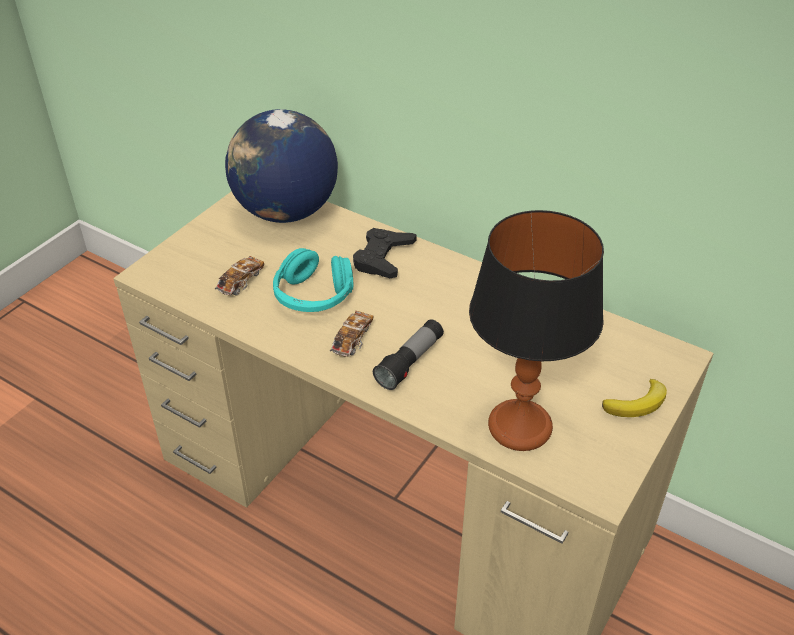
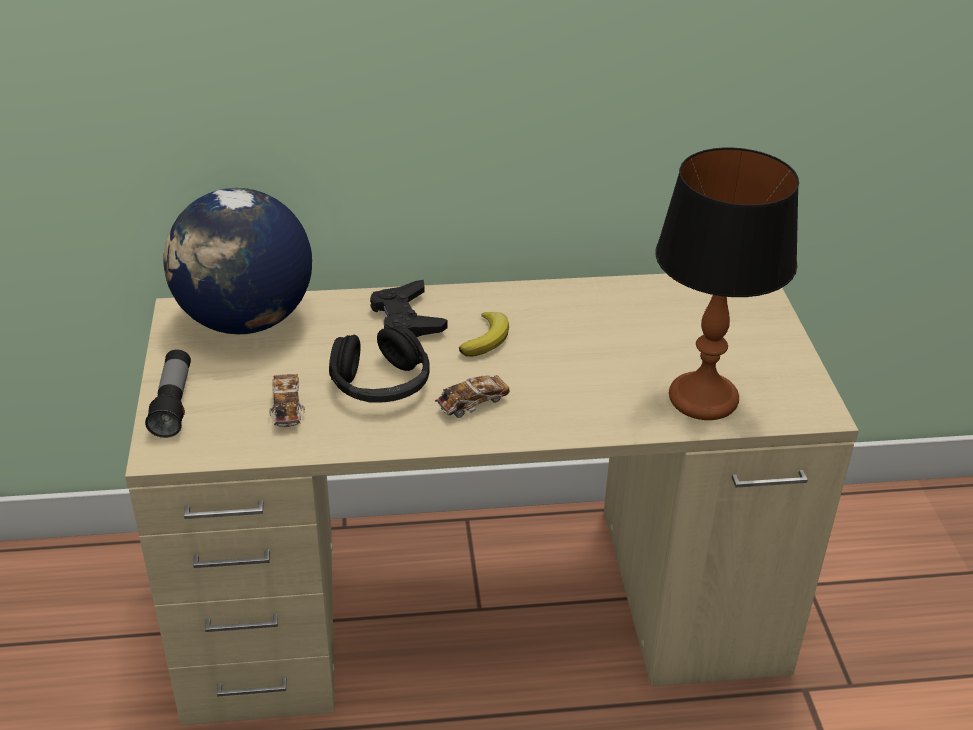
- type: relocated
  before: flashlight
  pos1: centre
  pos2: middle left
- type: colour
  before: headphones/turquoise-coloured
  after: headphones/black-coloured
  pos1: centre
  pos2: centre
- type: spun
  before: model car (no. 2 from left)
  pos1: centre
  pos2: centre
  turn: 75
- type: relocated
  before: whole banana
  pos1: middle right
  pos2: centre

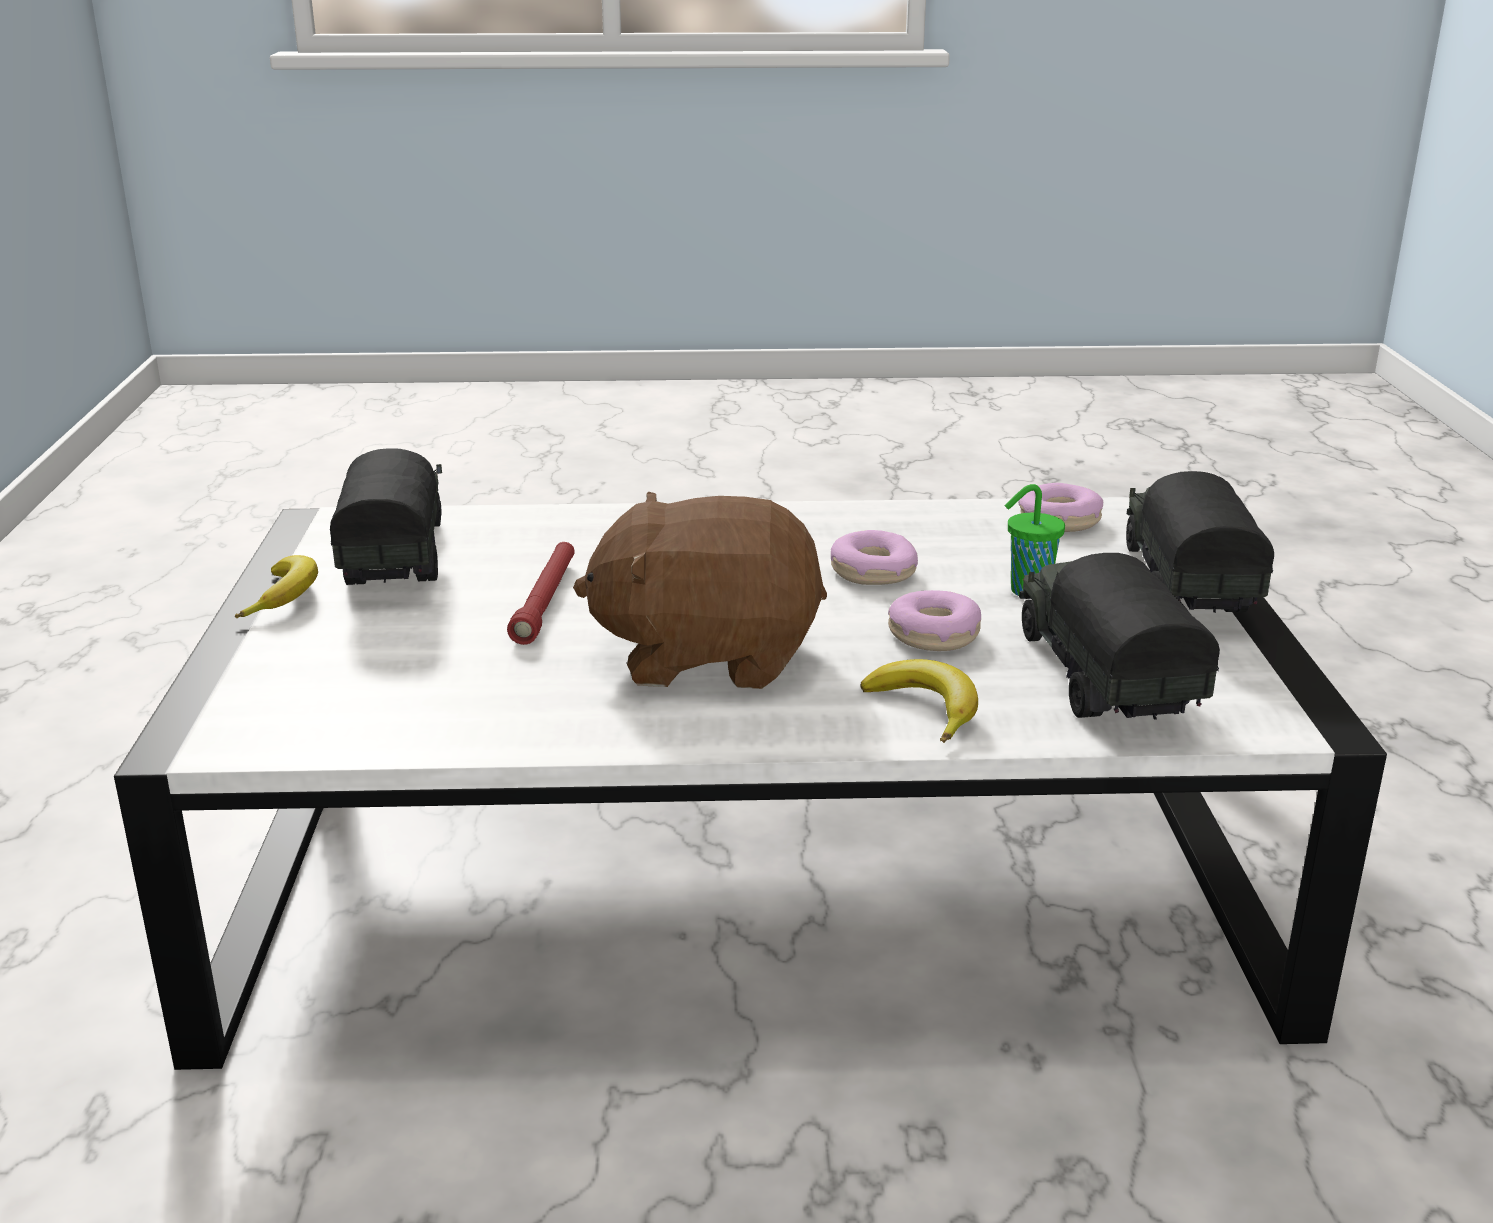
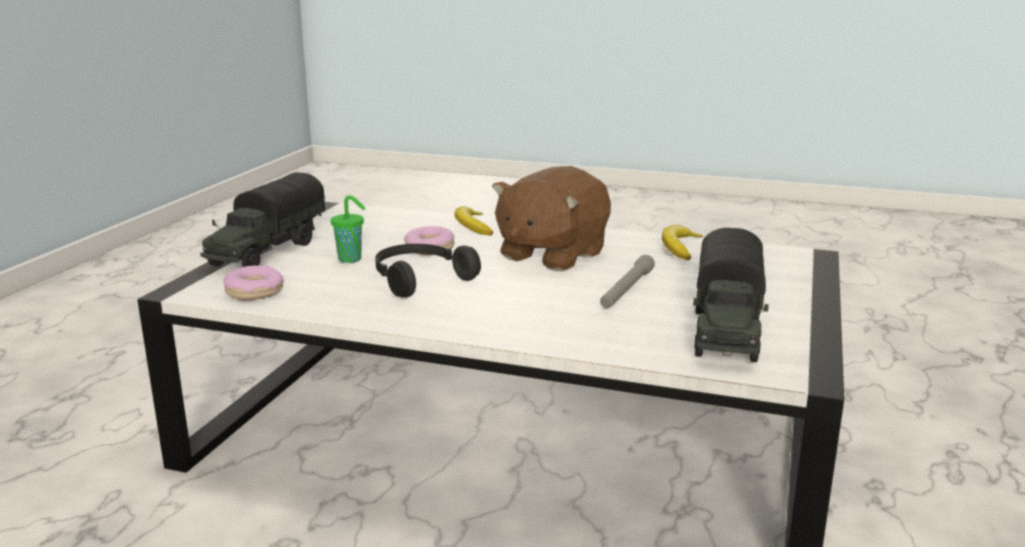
- type: exchanged
  before: doughnut (no. 1 from left)
  after: headphones/black-coloured
  pos1: centre
  pos2: centre
- type: spun
  before: plush toy/brown
  pos1: centre
  pos2: centre
  turn: 105
- type: colour
  before: flashlight/red-coloured
  after: flashlight/greyish
  pos1: centre
  pos2: centre
- type: relocated
  before: whole banana (no. 1 from left in the first image)
  after: whole banana (no. 2 from left)
  pos1: middle left
  pos2: centre
- type: missing
  before: toy lorry (no. 2 from left)
  pos1: middle right

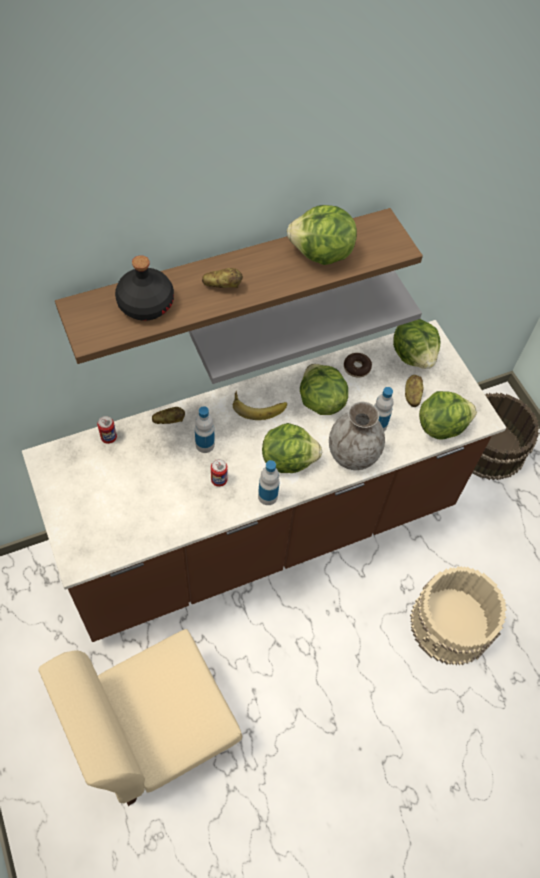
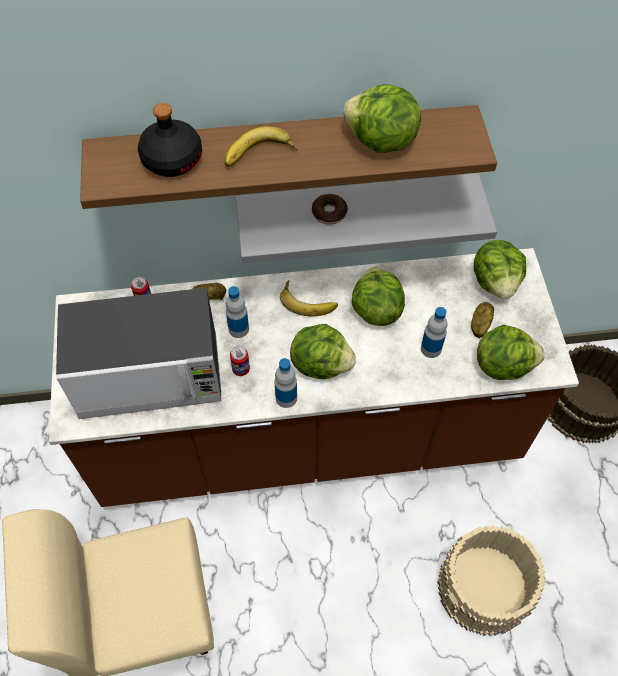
- type: appeared
  after: kitchen microwave
  pos2: middle left
- type: exchanged
  before: whole potato (no. 2 from left)
  after: whole banana (no. 1 from left)
  pos1: top centre
  pos2: top centre
- type: relocated
  before: doughnut
  pos1: centre
  pos2: top centre
- type: missing
  before: decorative vase/greyish
  pos1: centre

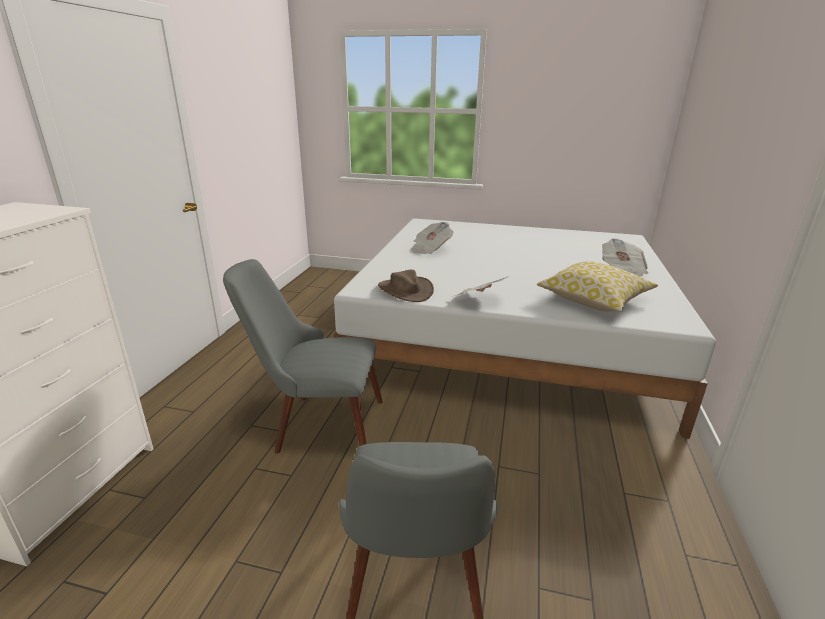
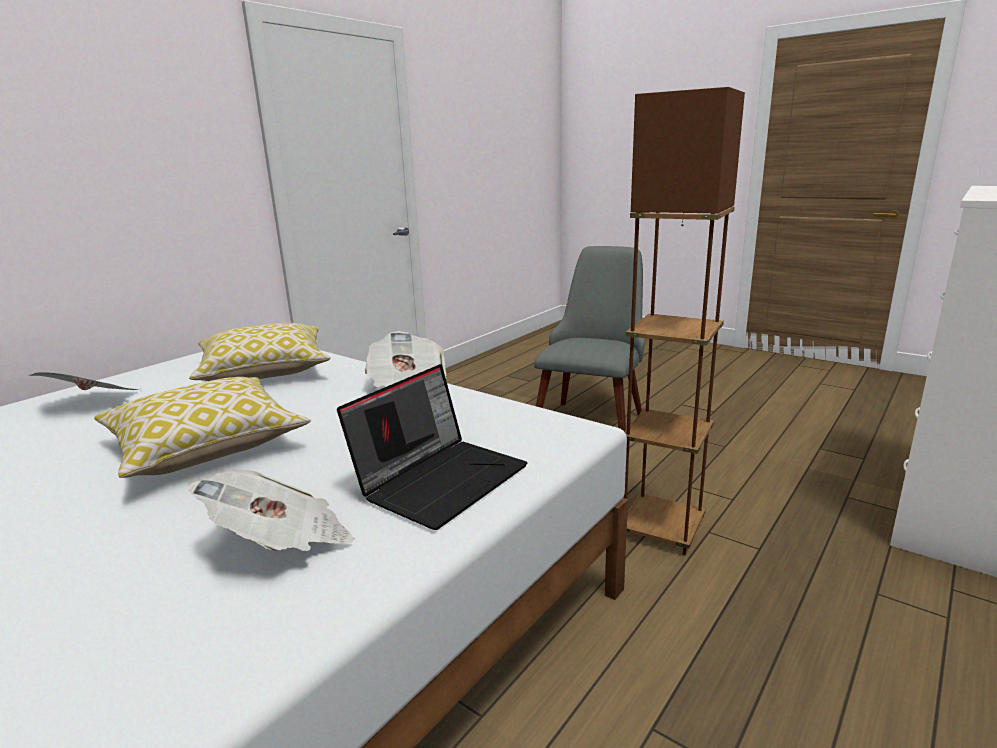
- type: appeared
  after: throw pillow (no. 1 from left)
  pos2: middle left
- type: appeared
  after: notebook computer
  pos2: centre
- type: exchanged
  before: plain chair/greyish (no. 1 from left)
  after: standing lamp/brown
  pos1: centre
  pos2: middle right
- type: missing
  before: clothing hat/brown
  pos1: centre

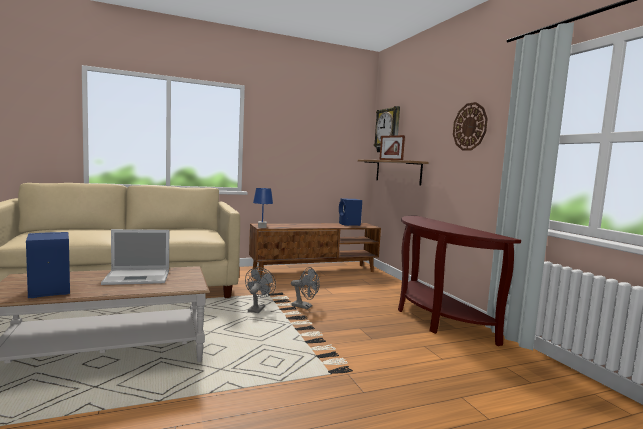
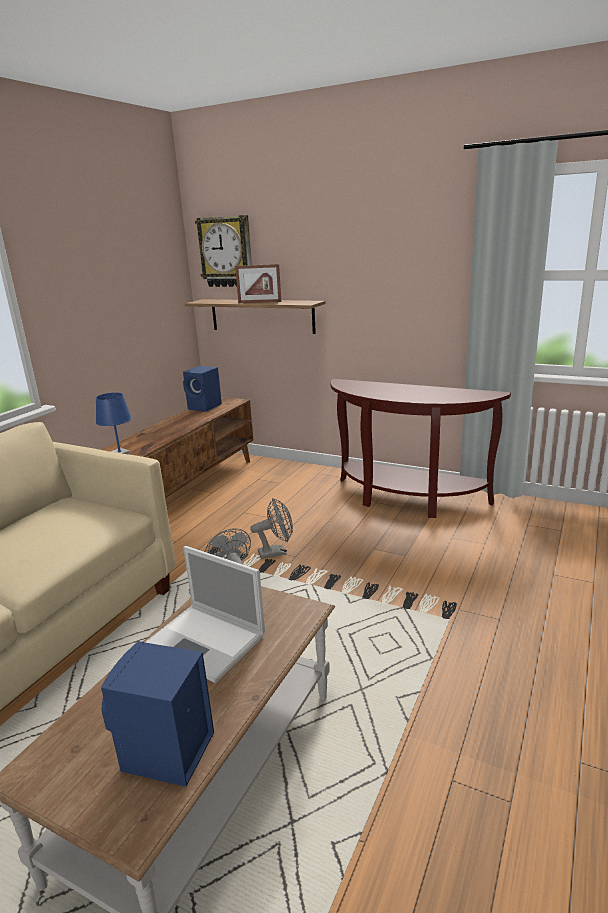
- type: spun
  before: notebook computer
  pos1: middle left
  pos2: bottom centre
  turn: 90
- type: missing
  before: wall clock (no. 2 from left)
  pos1: top right

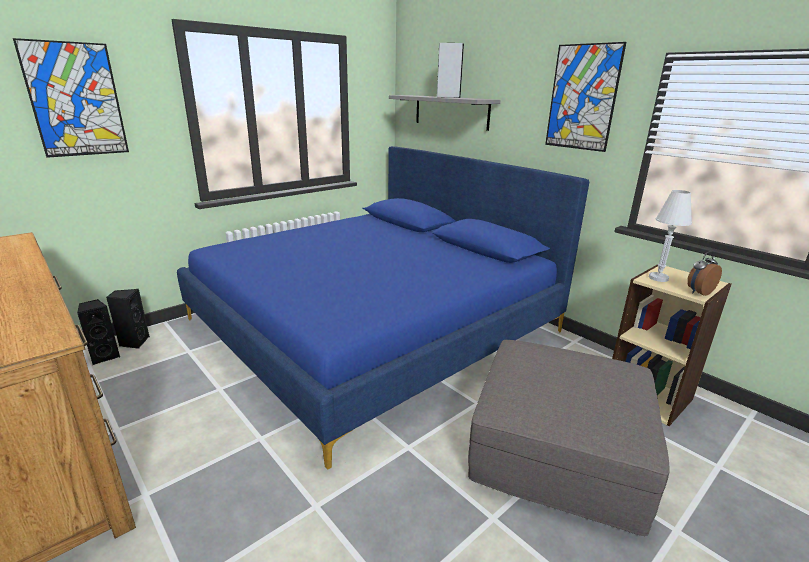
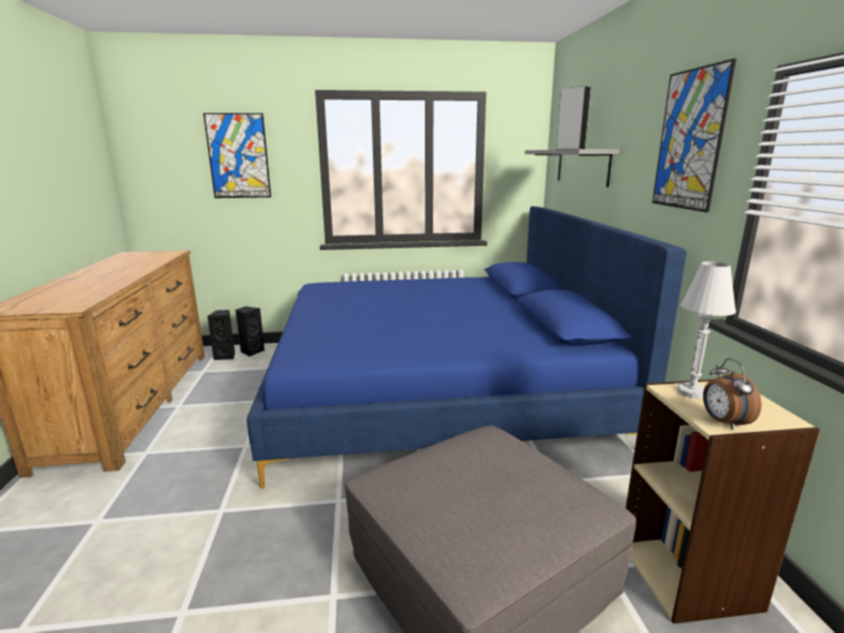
- type: spun
  before: bedside clock
  pos1: middle right
  pos2: middle right
  turn: -105

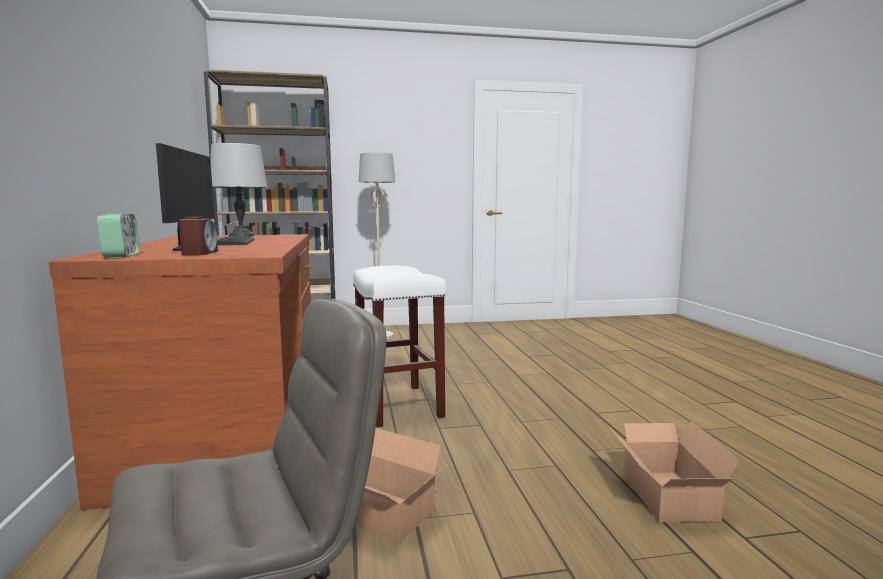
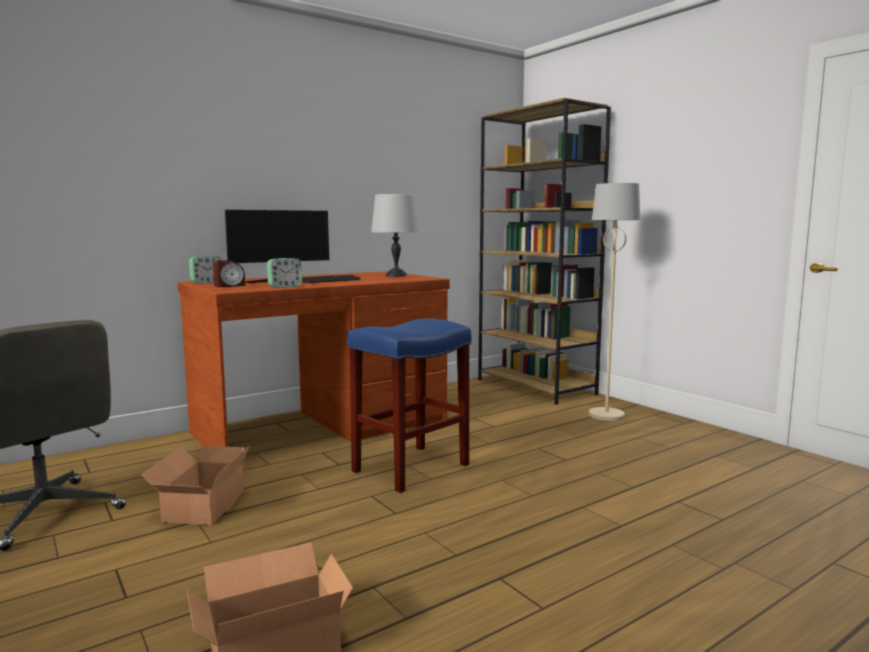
- type: appeared
  after: bedside clock (no. 3 from left)
  pos2: middle left
- type: colour
  before: stool seat/white
  after: stool seat/bluish
  pos1: centre
  pos2: centre

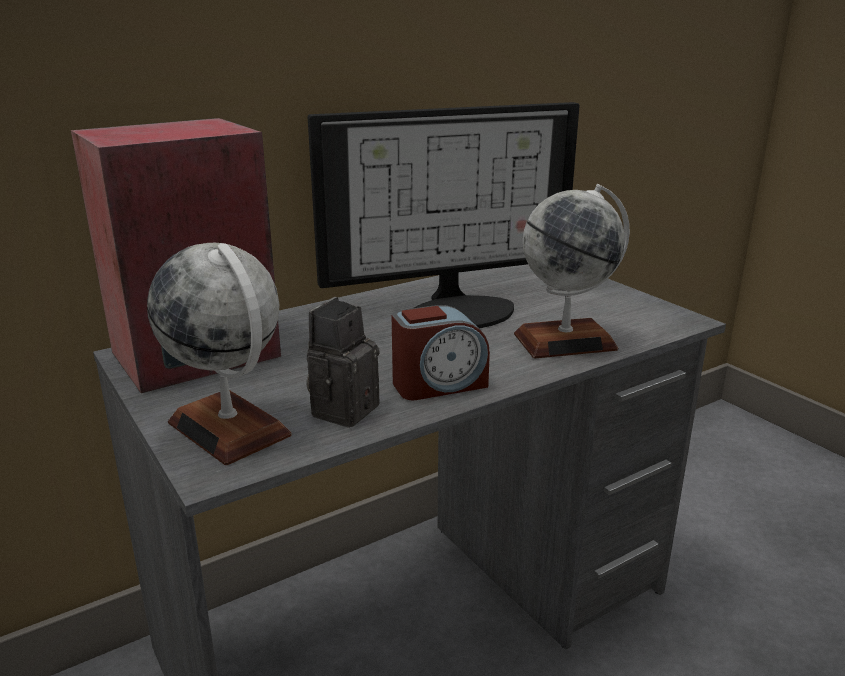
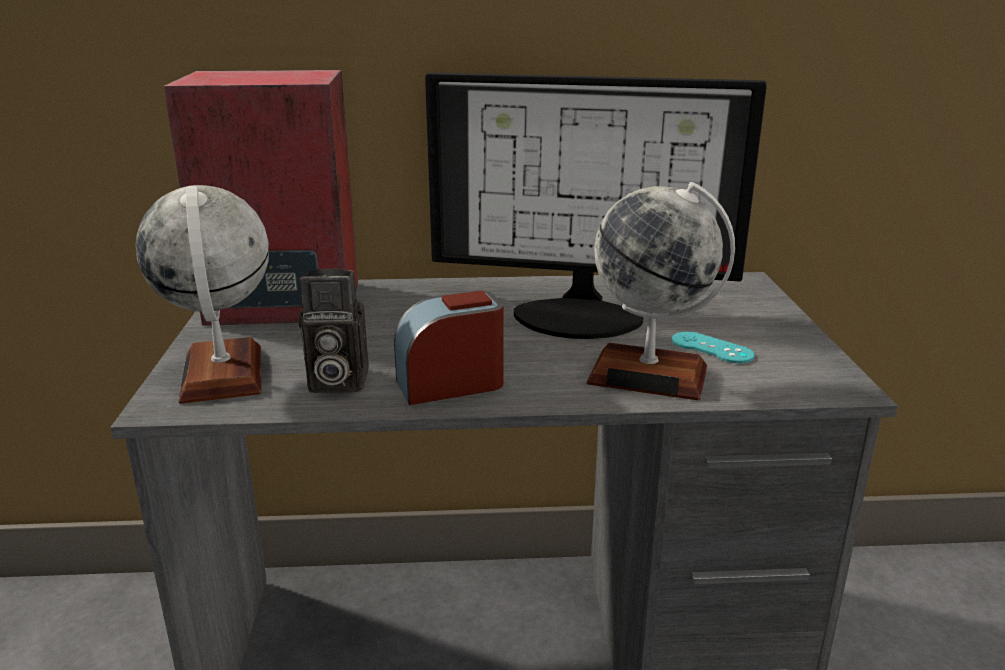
- type: spun
  before: still camera
  pos1: centre
  pos2: middle left
  turn: -150
- type: spun
  before: bedside clock
  pos1: centre
  pos2: centre
  turn: 150
- type: appeared
  after: game controller/turquoise-coloured
  pos2: middle right

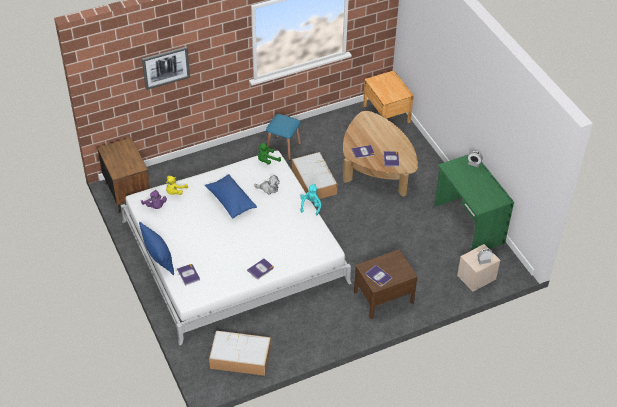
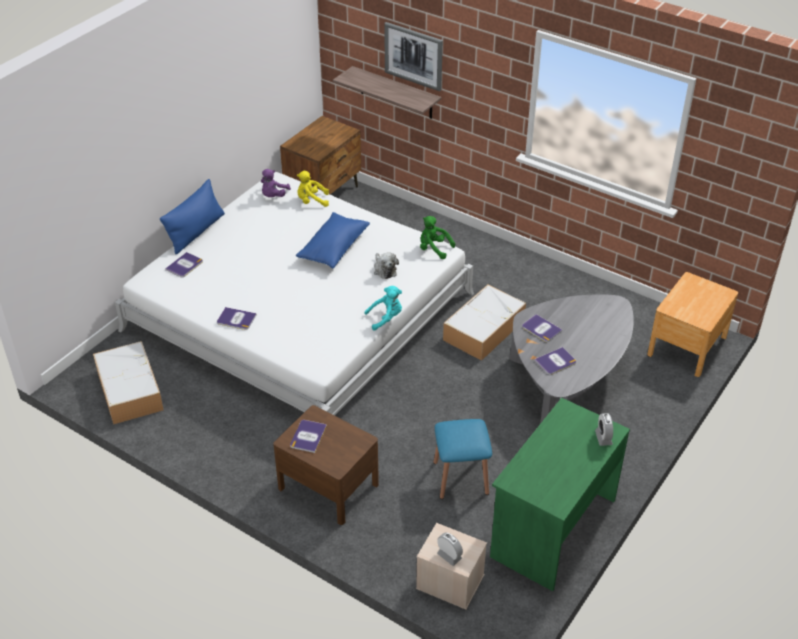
- type: appeared
  after: bracket shelf
  pos2: top centre
- type: relocated
  before: stool seat/bluish
  pos1: centre
  pos2: bottom centre
- type: colour
  before: lounge table/brown
  after: lounge table/greyish
  pos1: centre
  pos2: middle right

